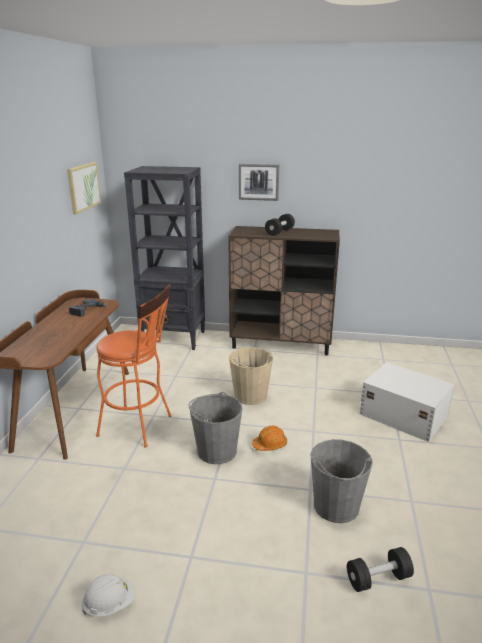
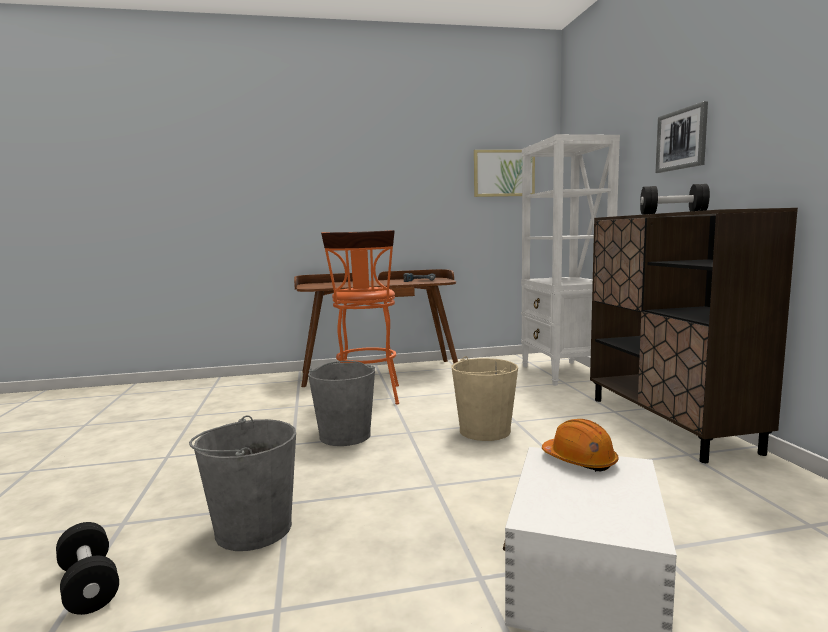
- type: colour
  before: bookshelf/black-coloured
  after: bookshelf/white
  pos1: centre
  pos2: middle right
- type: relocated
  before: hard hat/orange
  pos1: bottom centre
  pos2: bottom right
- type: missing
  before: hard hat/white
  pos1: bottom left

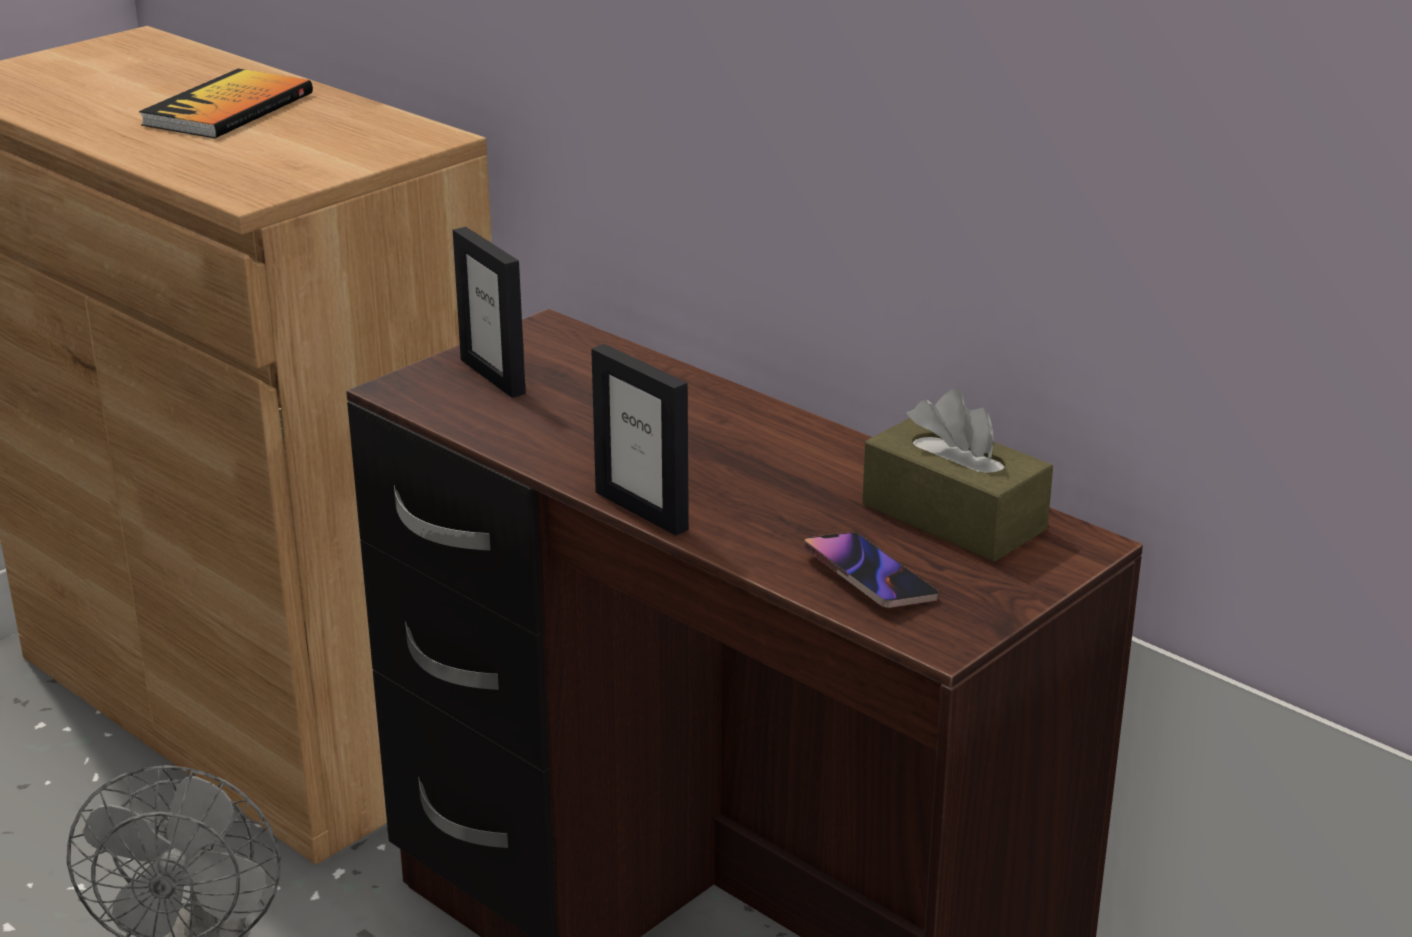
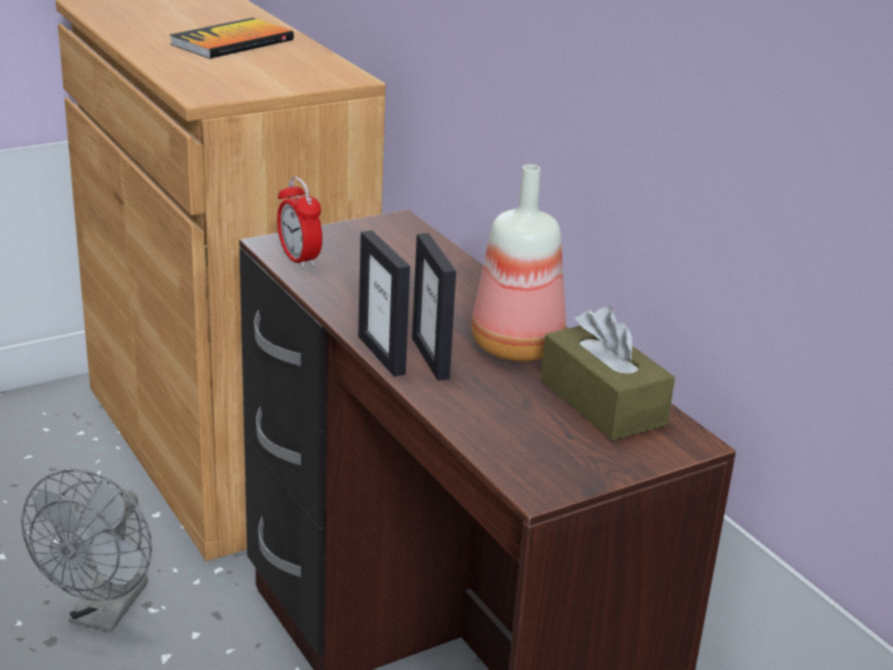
- type: appeared
  after: bedside clock
  pos2: top centre
- type: relocated
  before: photo frame (no. 1 from left in the first image)
  after: photo frame (no. 2 from left)
  pos1: top centre
  pos2: centre
- type: appeared
  after: bottle
  pos2: centre
- type: missing
  before: phone
  pos1: centre

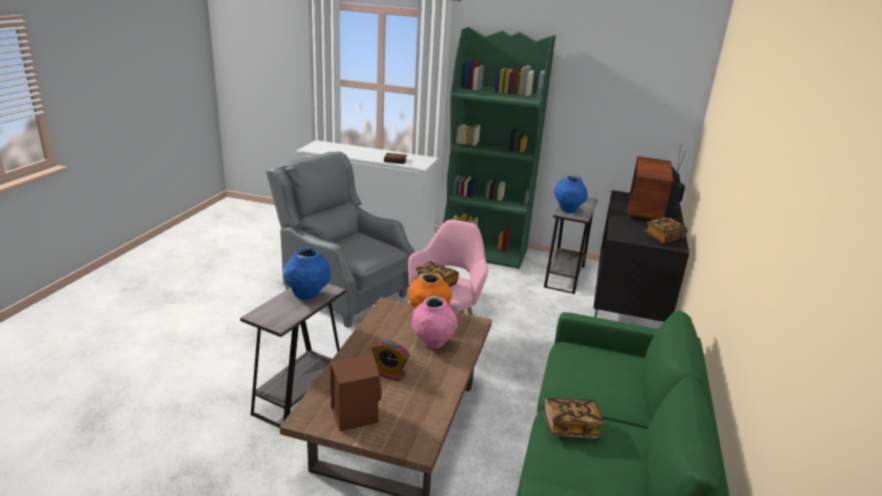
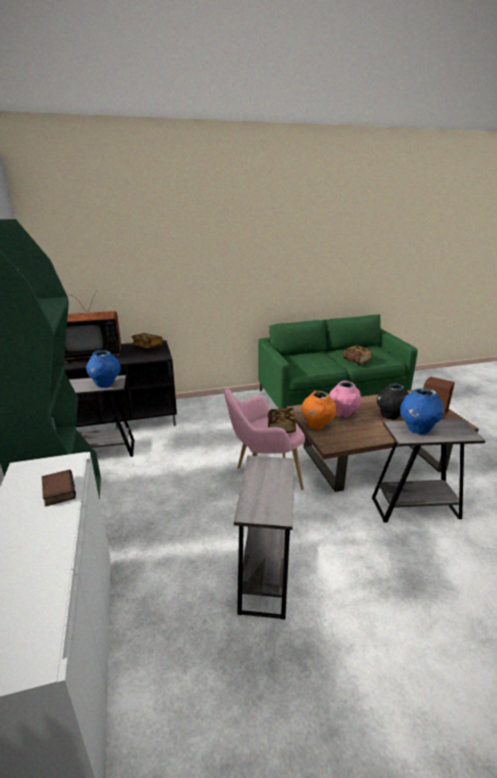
- type: exchanged
  before: lounge chair/greyish
  after: accent table/greyish (no. 2 from left)
  pos1: centre
  pos2: bottom centre
- type: exchanged
  before: bedside clock
  after: decorative vase/black-coloured
  pos1: bottom centre
  pos2: middle right

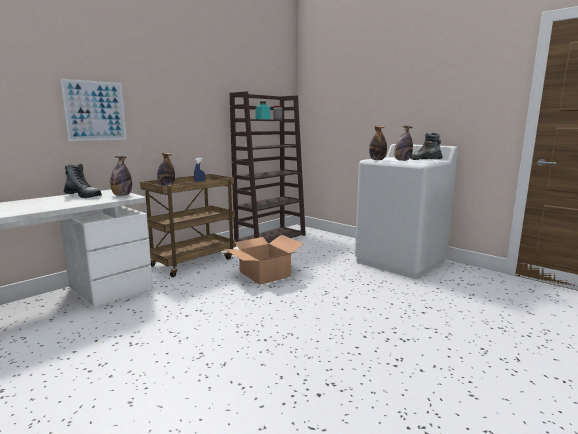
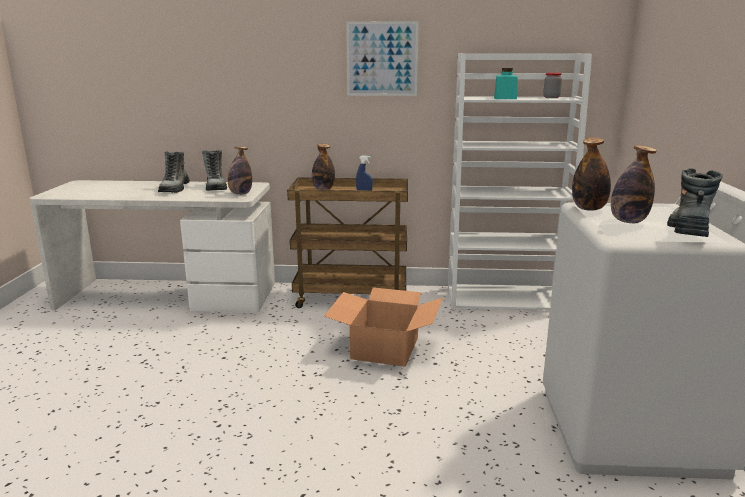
- type: appeared
  after: tall boot (no. 1 from left)
  pos2: middle left
- type: relocated
  before: picture
  pos1: top left
  pos2: top centre
- type: colour
  before: bookshelf/brown
  after: bookshelf/white
  pos1: centre
  pos2: middle right

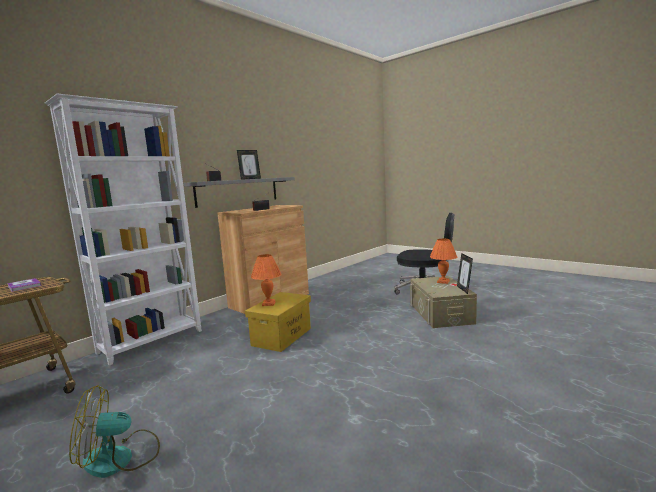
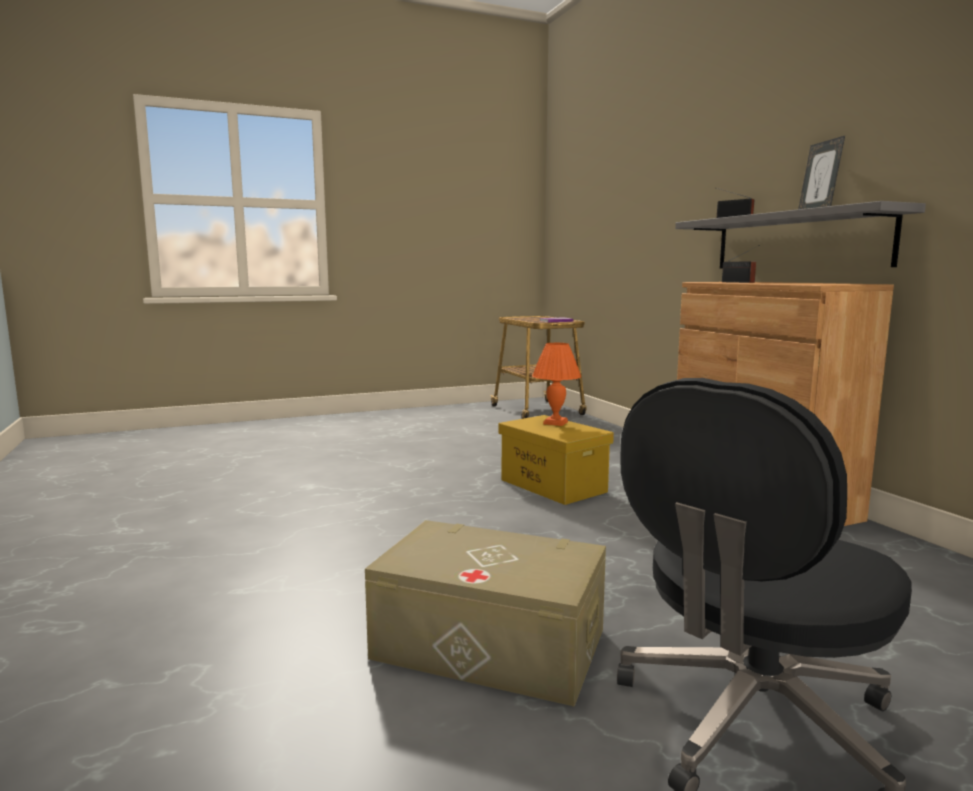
- type: missing
  before: bookshelf/white
  pos1: middle left
- type: missing
  before: fan
  pos1: bottom left
- type: missing
  before: tabletop lamp/orange (no. 2 from left)
  pos1: middle right
- type: missing
  before: photo frame (no. 2 from left)
  pos1: middle right

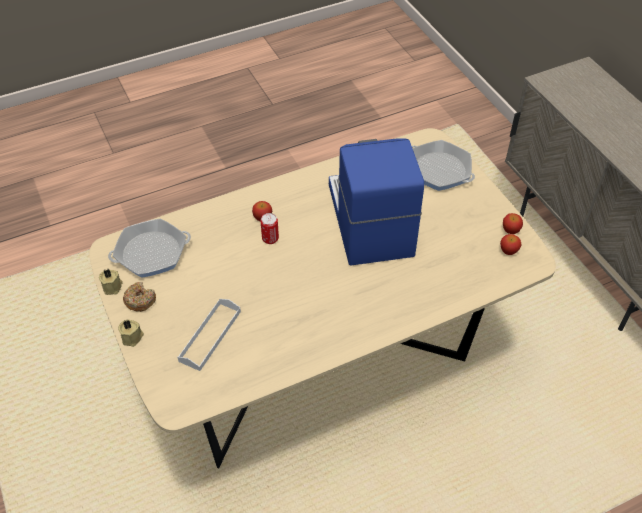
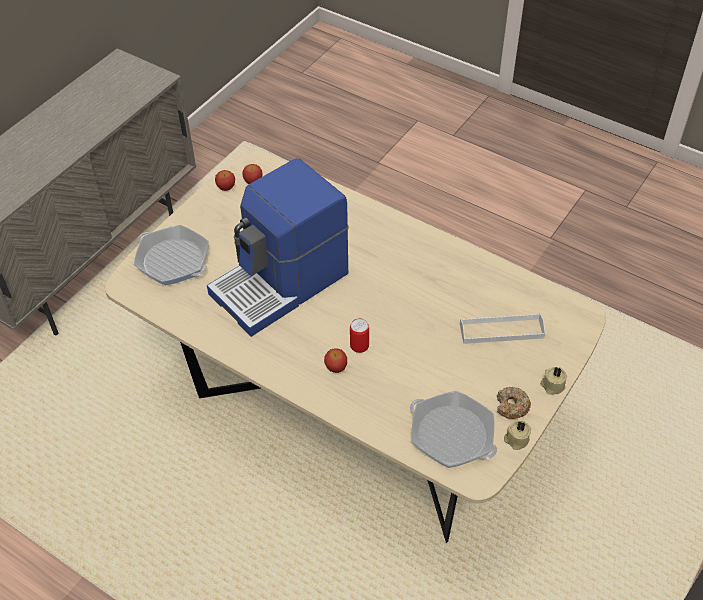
- type: spun
  before: pan (no. 2 from left in the first image)
  pos1: top right
  pos2: middle left
  turn: 120

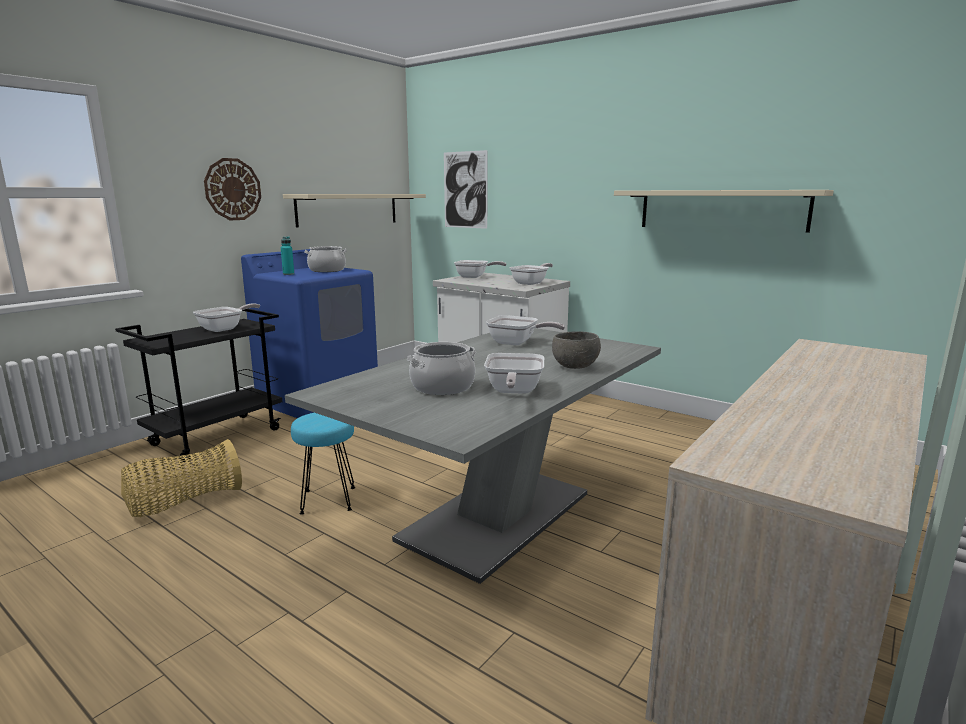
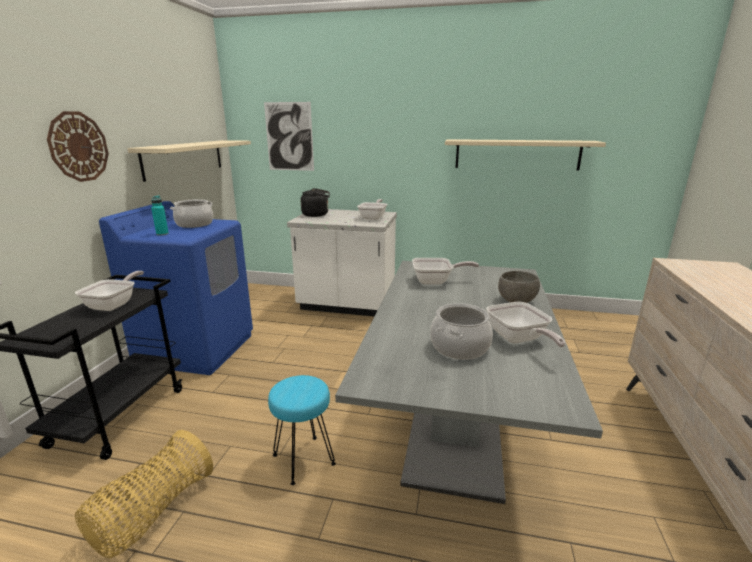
- type: exchanged
  before: pan (no. 2 from left)
  after: water kettle/black-coloured
  pos1: centre
  pos2: centre

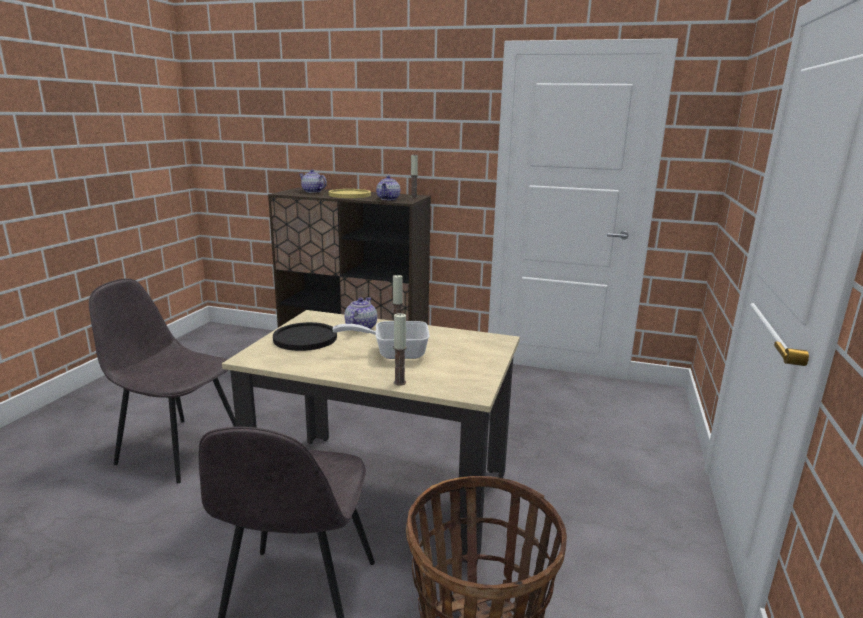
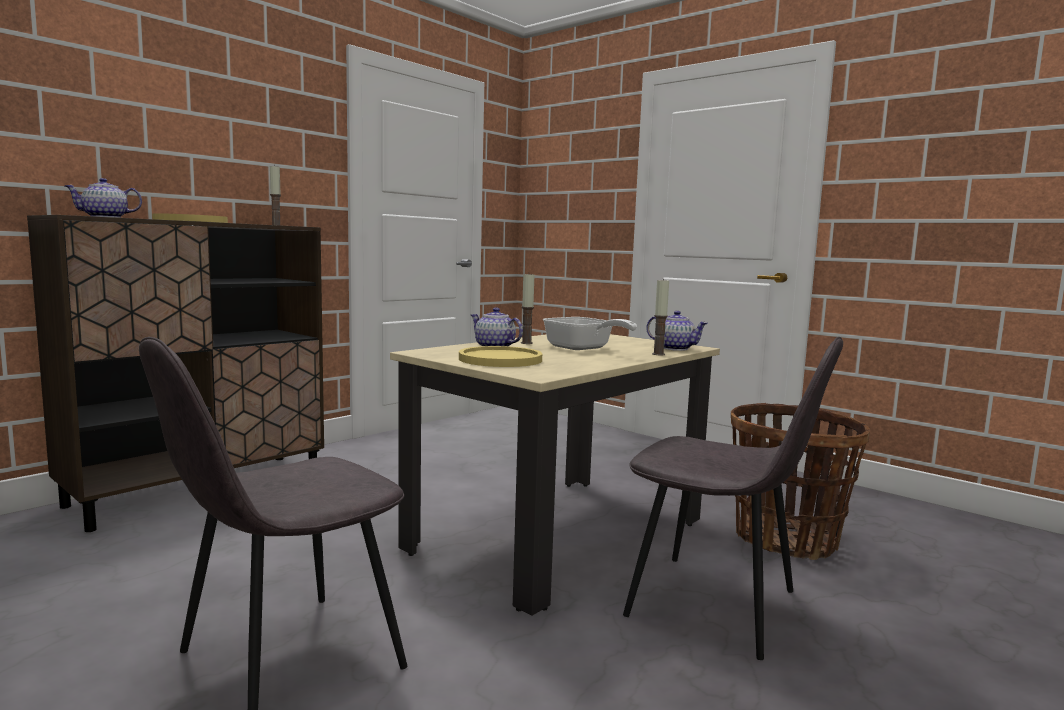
- type: colour
  before: flat dish/black-coloured
  after: flat dish/yellowish (no. 2 from left)
  pos1: centre
  pos2: centre
- type: spun
  before: pan
  pos1: centre
  pos2: centre
  turn: -60
- type: relocated
  before: teapot (no. 3 from left)
  pos1: top centre
  pos2: centre

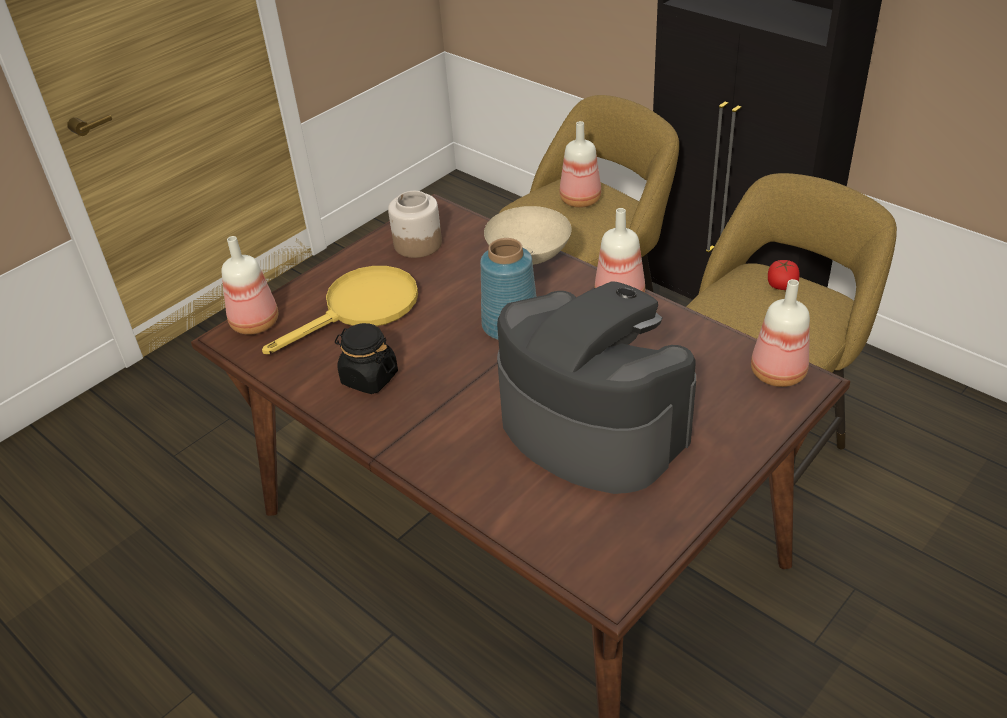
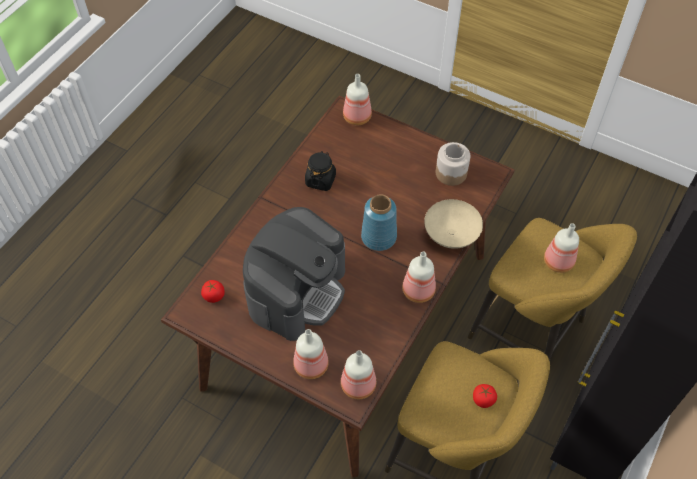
- type: appeared
  after: whole tomato (no. 1 from left)
  pos2: middle left
- type: appeared
  after: bottle (no. 1 from left)
  pos2: bottom centre
- type: missing
  before: pan/yellowish
  pos1: centre

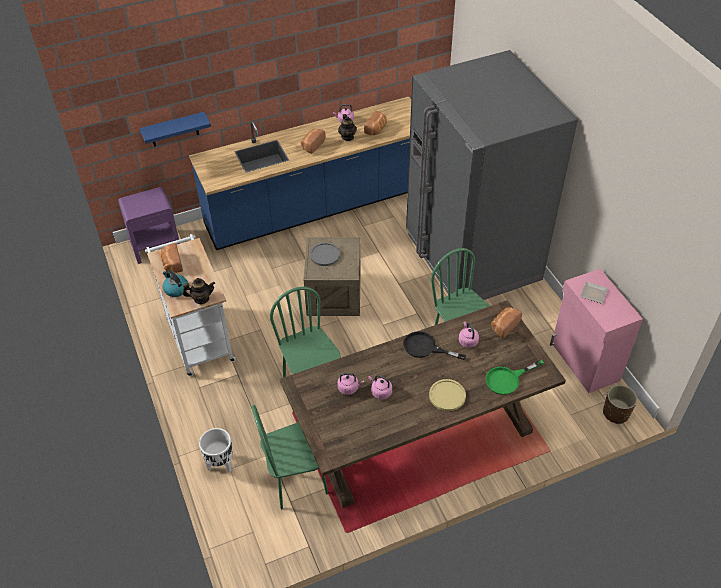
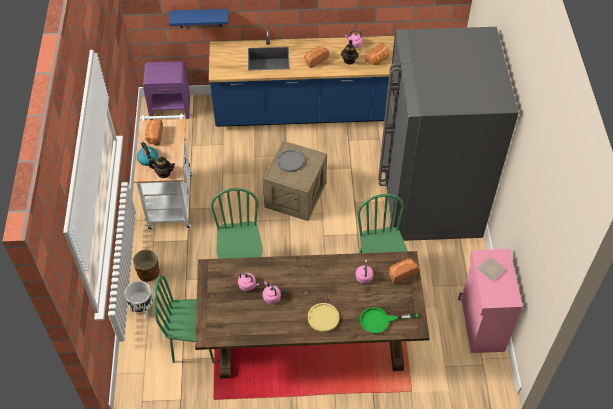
- type: relocated
  before: planter/brown
  pos1: bottom right
  pos2: middle left
- type: missing
  before: pan/black-coloured
  pos1: centre

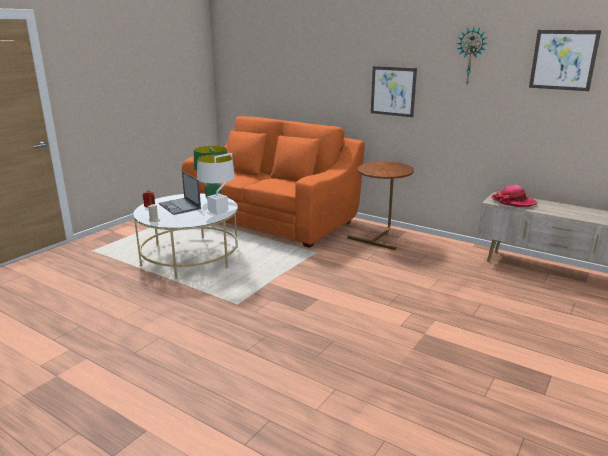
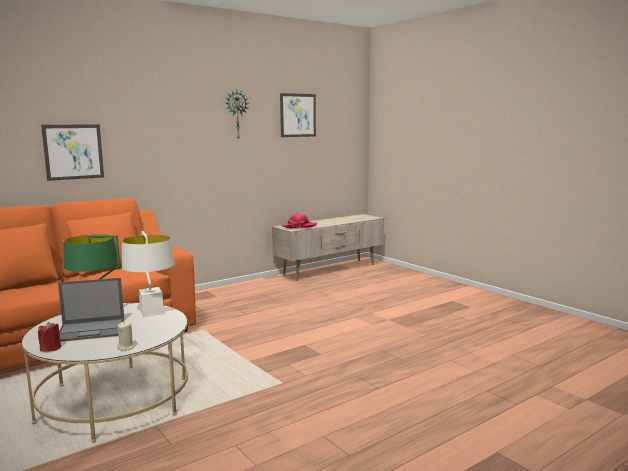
- type: relocated
  before: picture (no. 1 from left)
  pos1: top centre
  pos2: top left
- type: missing
  before: accent table/brown
  pos1: centre

